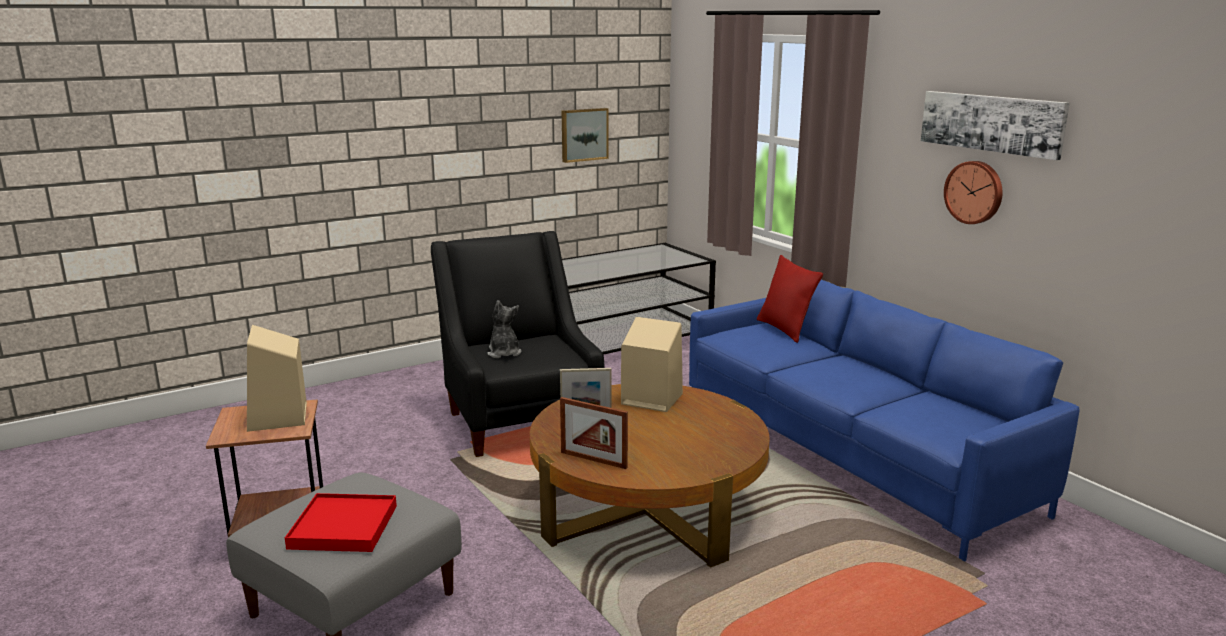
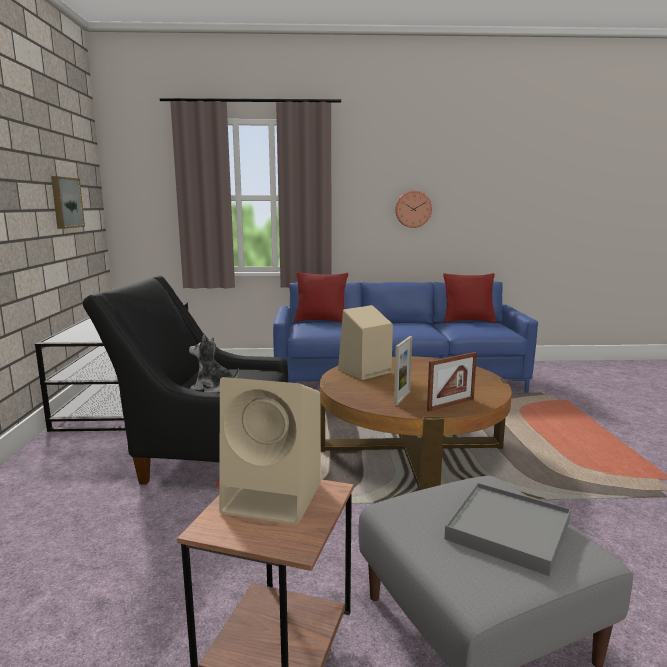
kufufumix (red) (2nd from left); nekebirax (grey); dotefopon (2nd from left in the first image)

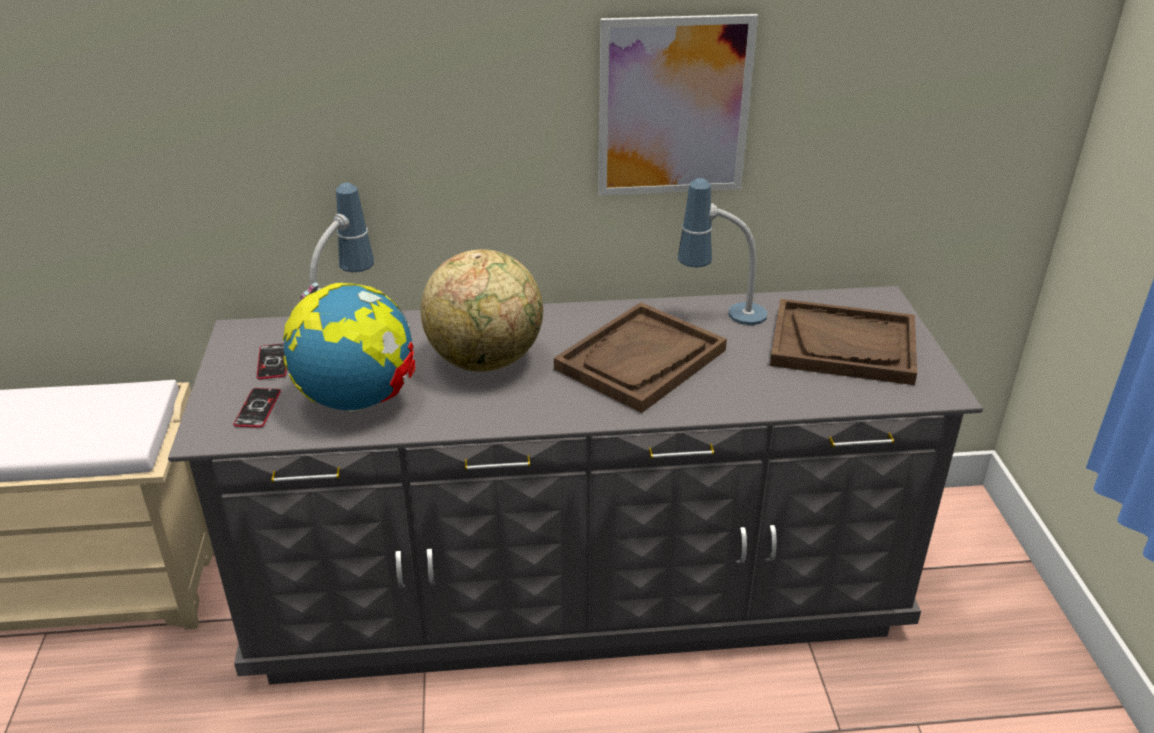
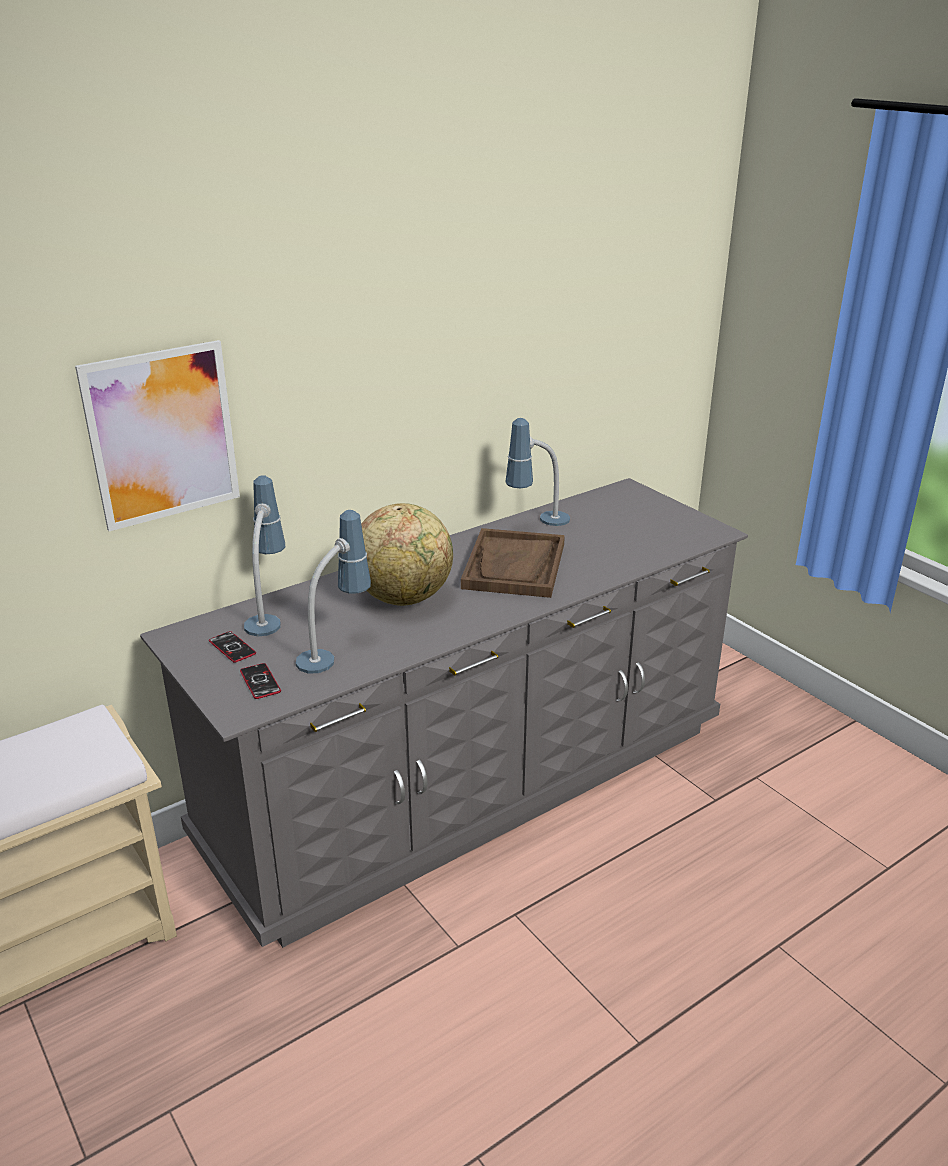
dotefopon; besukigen (2nd from left); nekebirax (brown) (2nd from left in the first image)

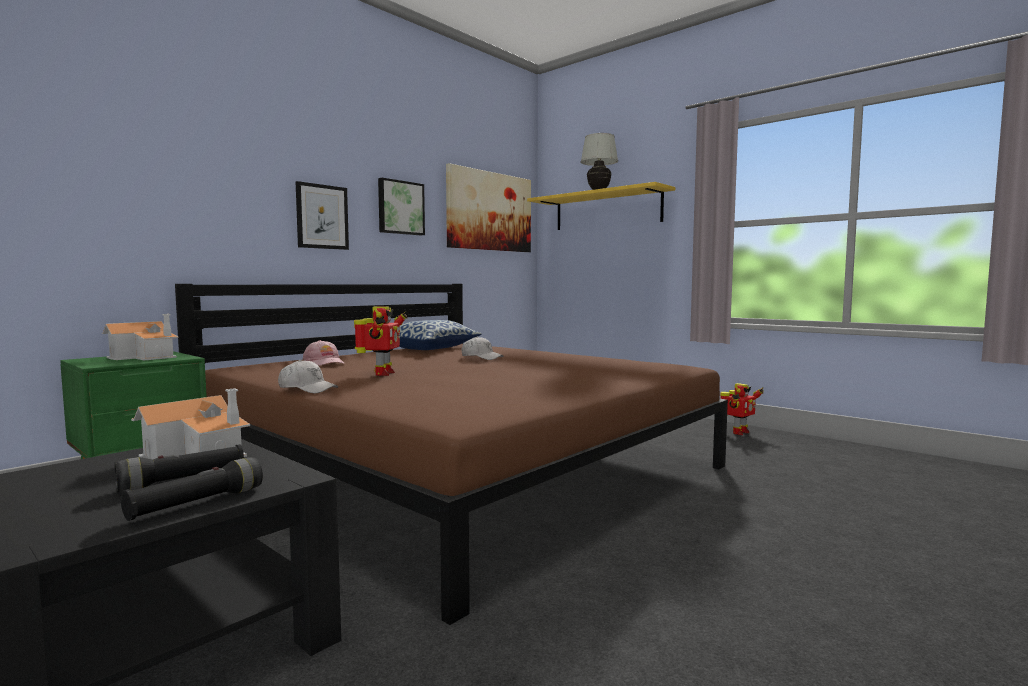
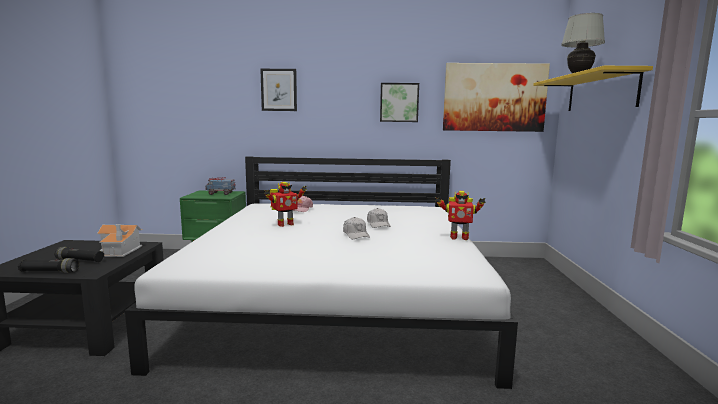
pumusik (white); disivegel; dotefopon (1st from left); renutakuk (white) (1st from left); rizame (2nd from left); kufufumix

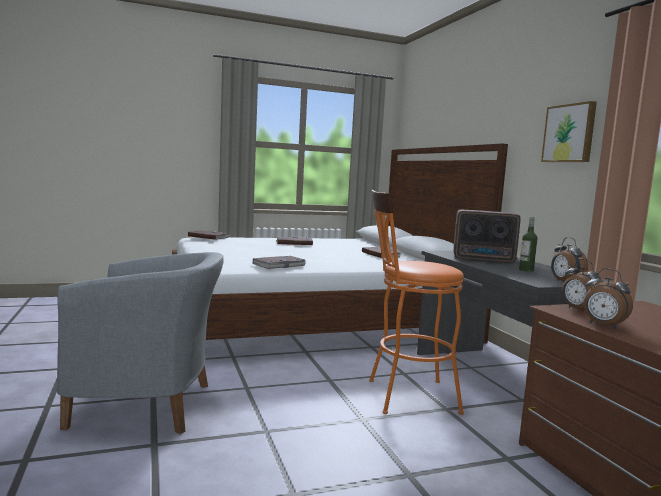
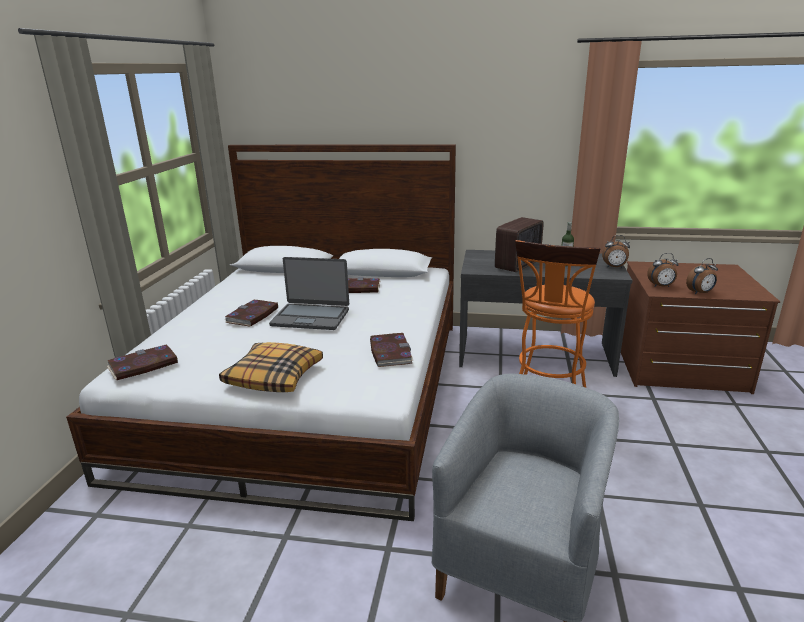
kufufumix; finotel; dotefopon

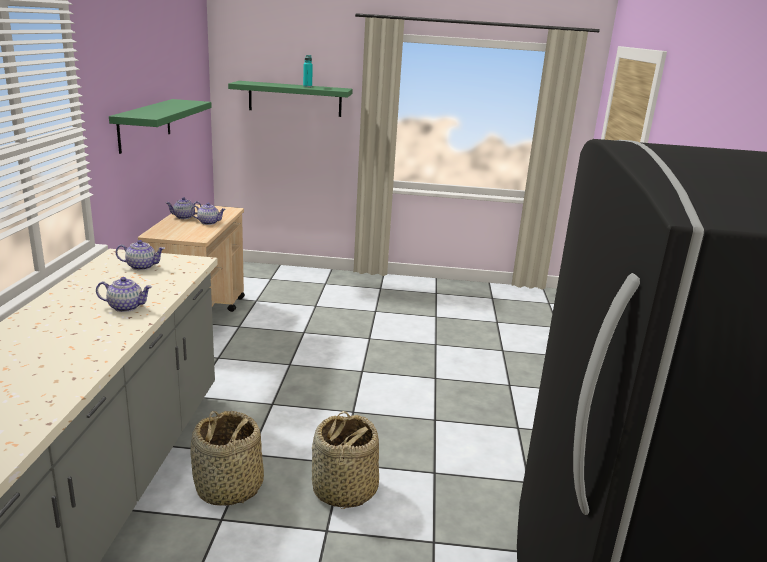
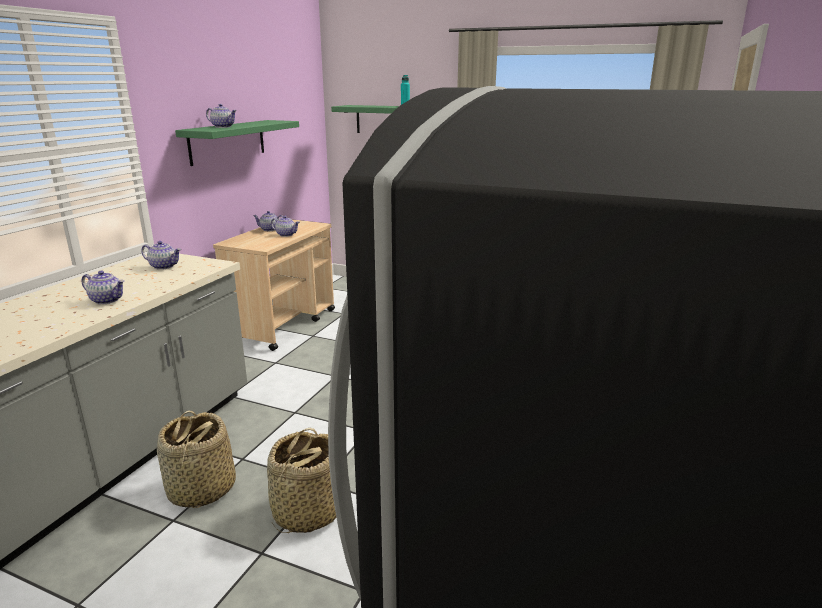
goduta (3rd from left)

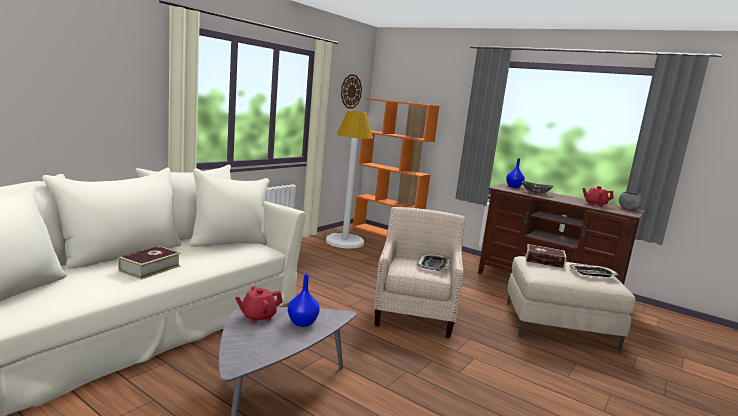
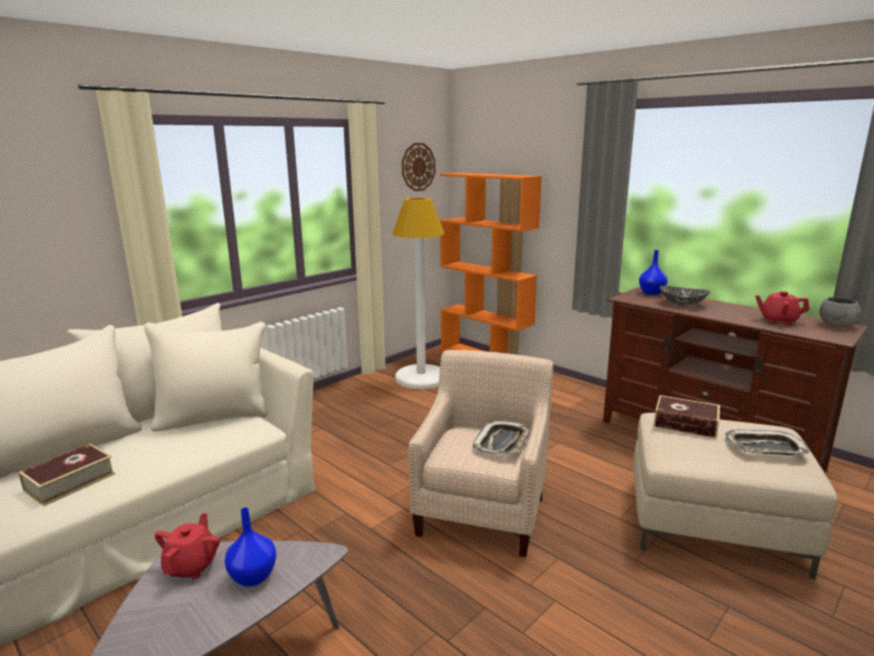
goduta (red) (1st from left)

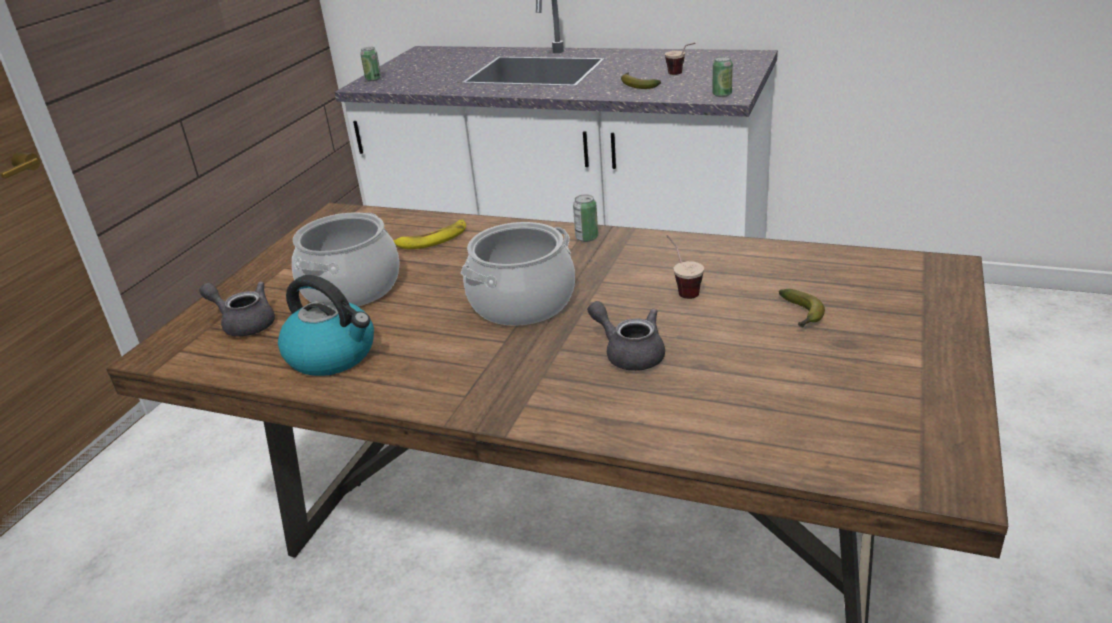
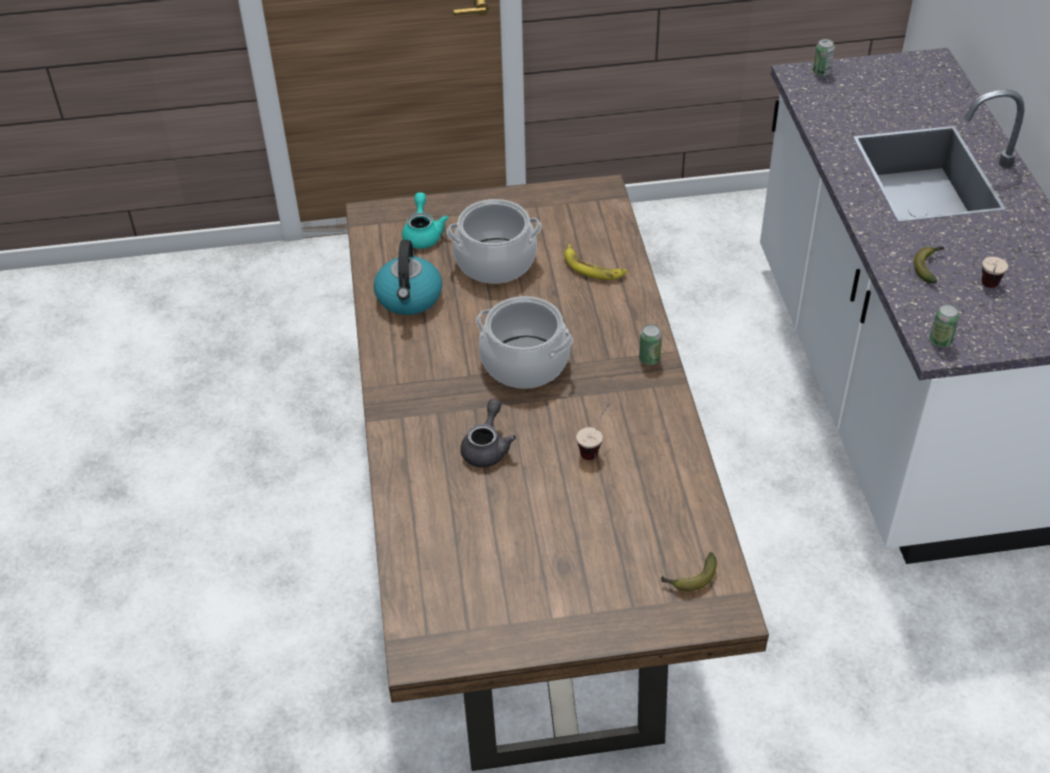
goduta (turquoise); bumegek (2nd from left)

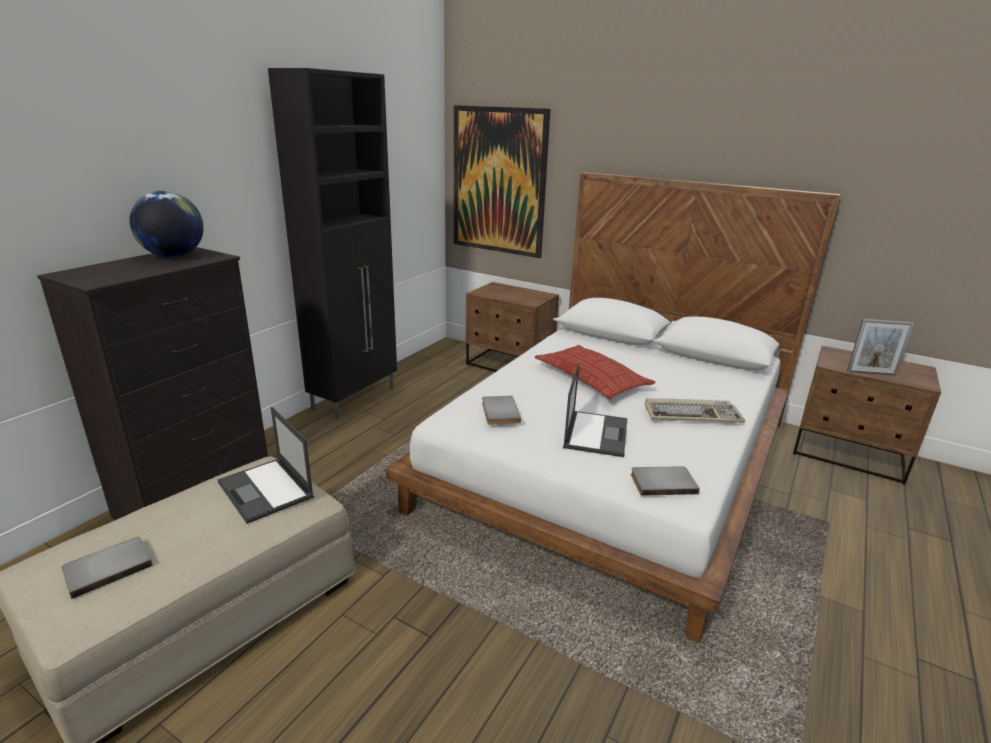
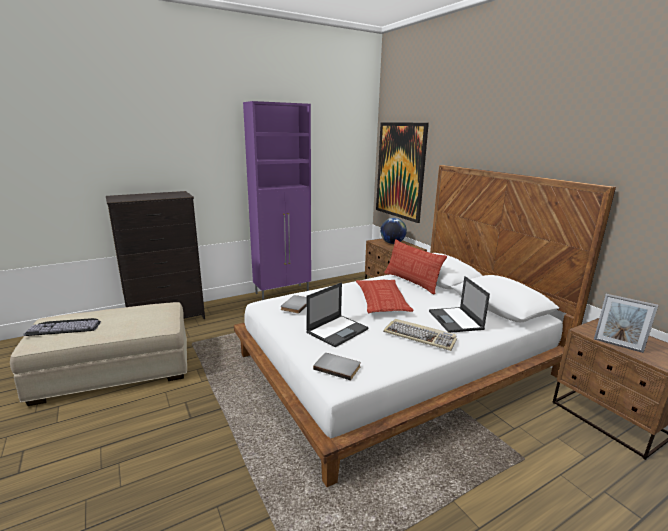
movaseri (1st from left); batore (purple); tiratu; kufufumix (2nd from left); finotel (2nd from left)

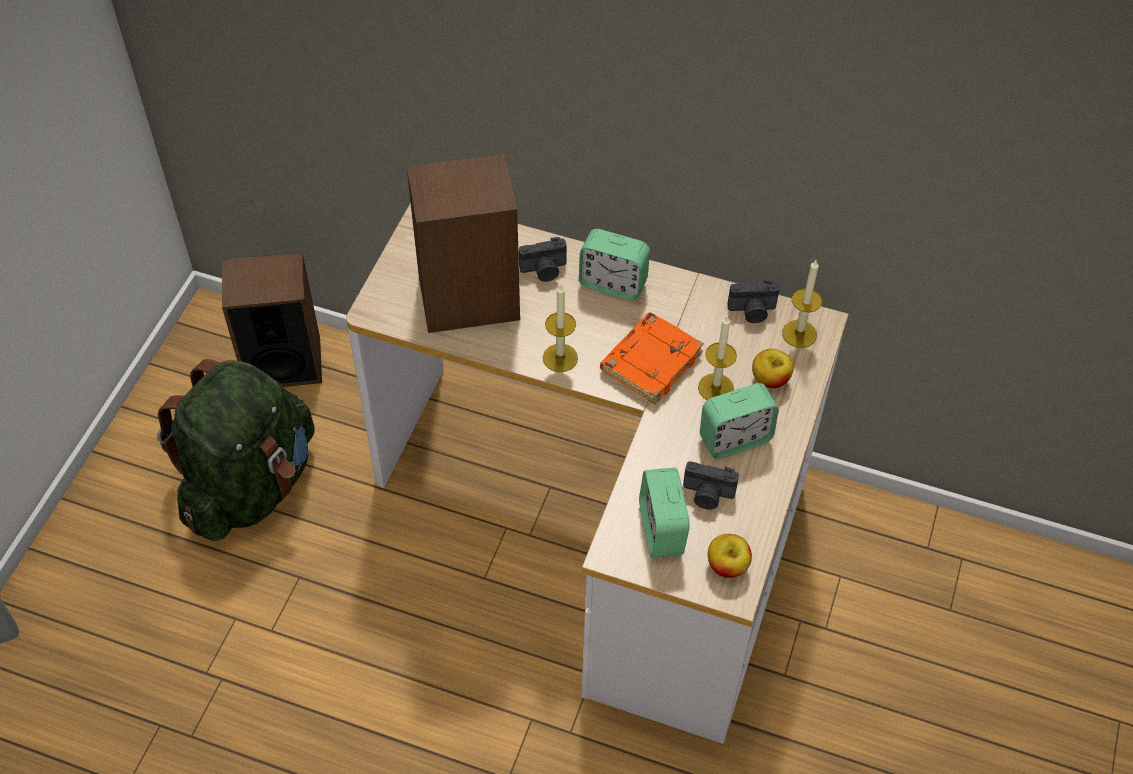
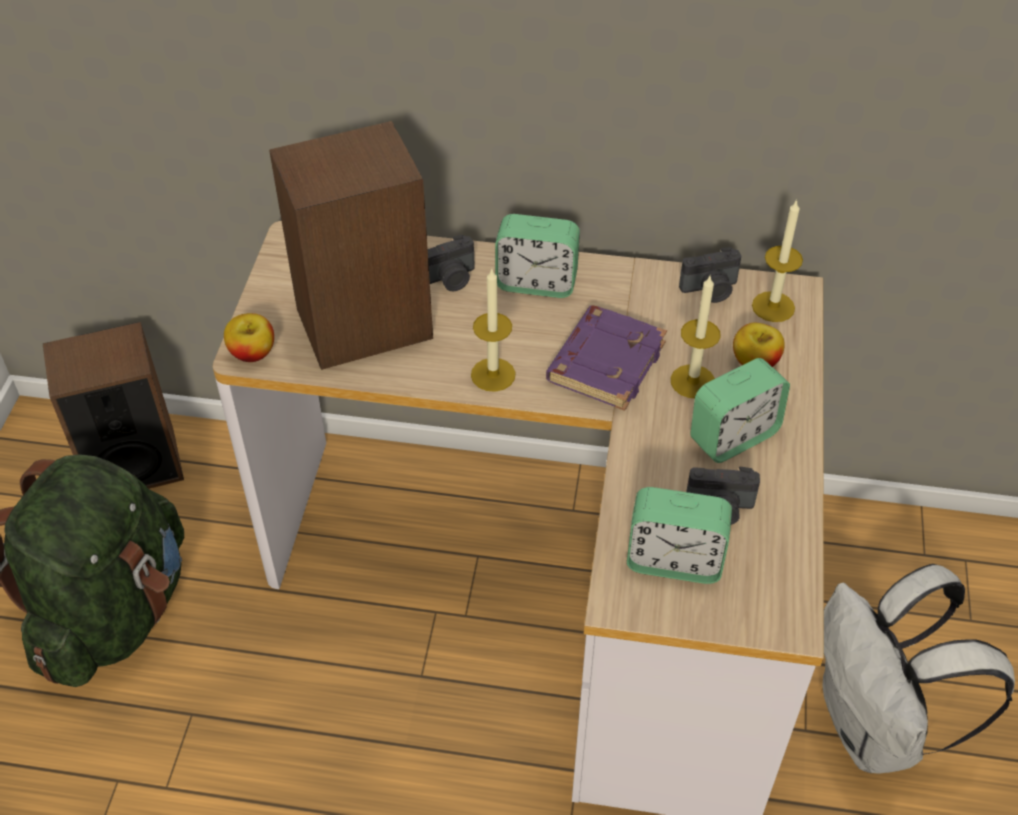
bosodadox (1st from left); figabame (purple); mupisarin (2nd from left); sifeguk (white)

